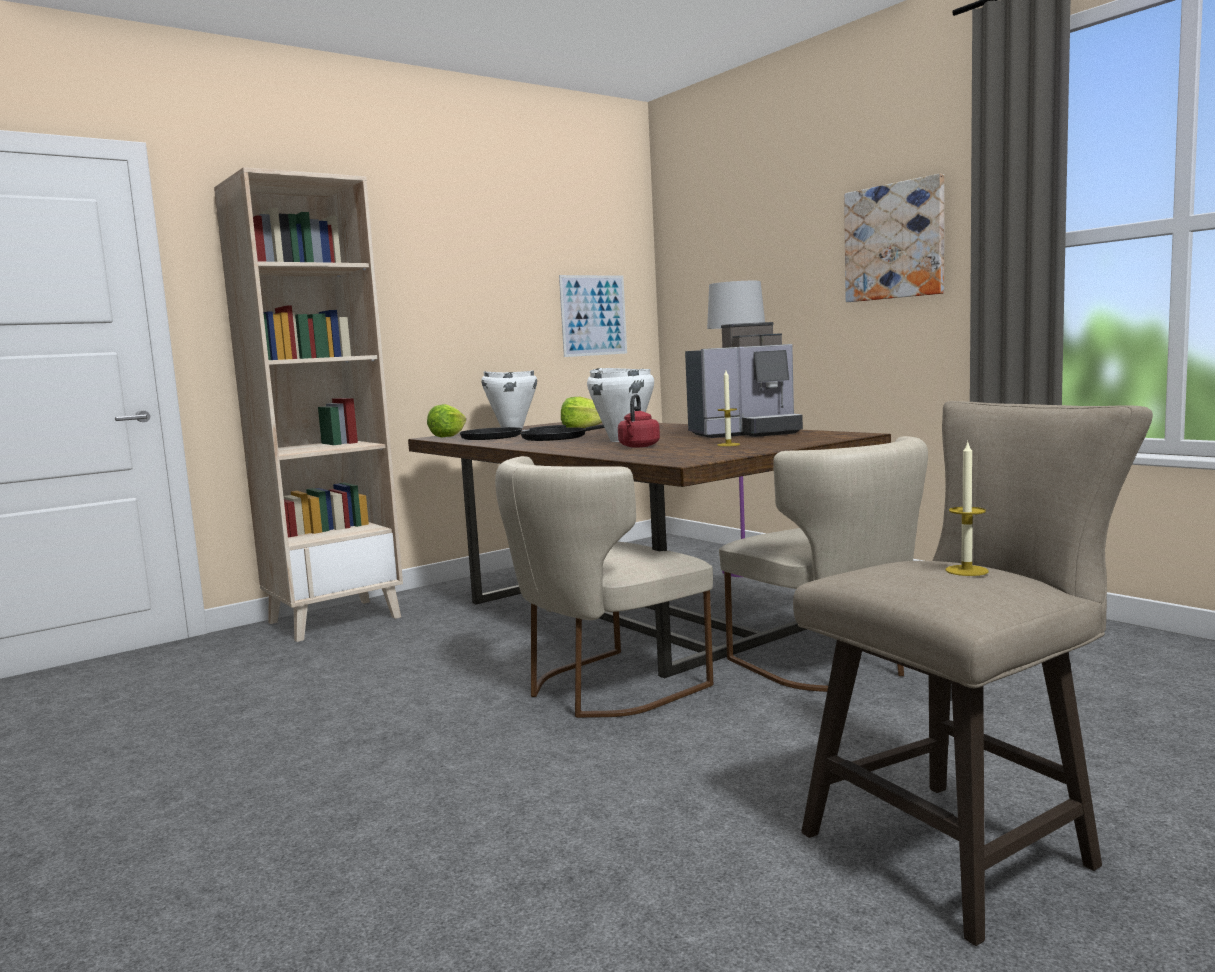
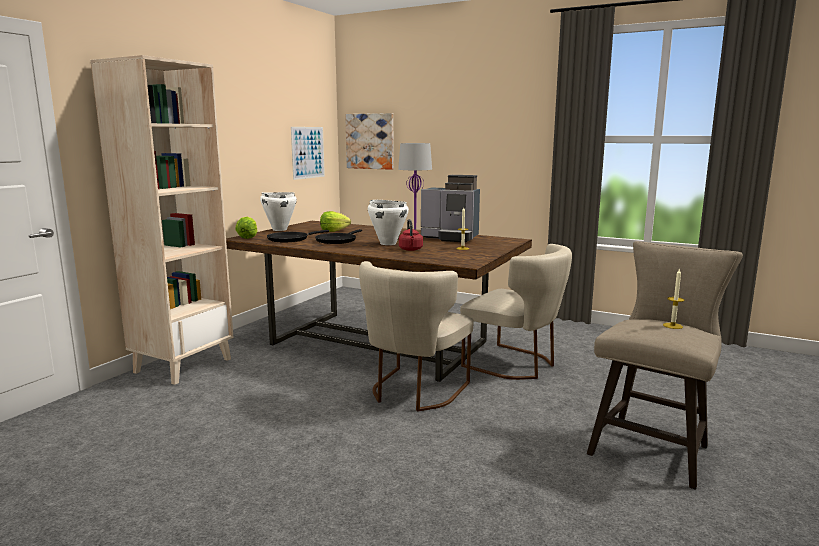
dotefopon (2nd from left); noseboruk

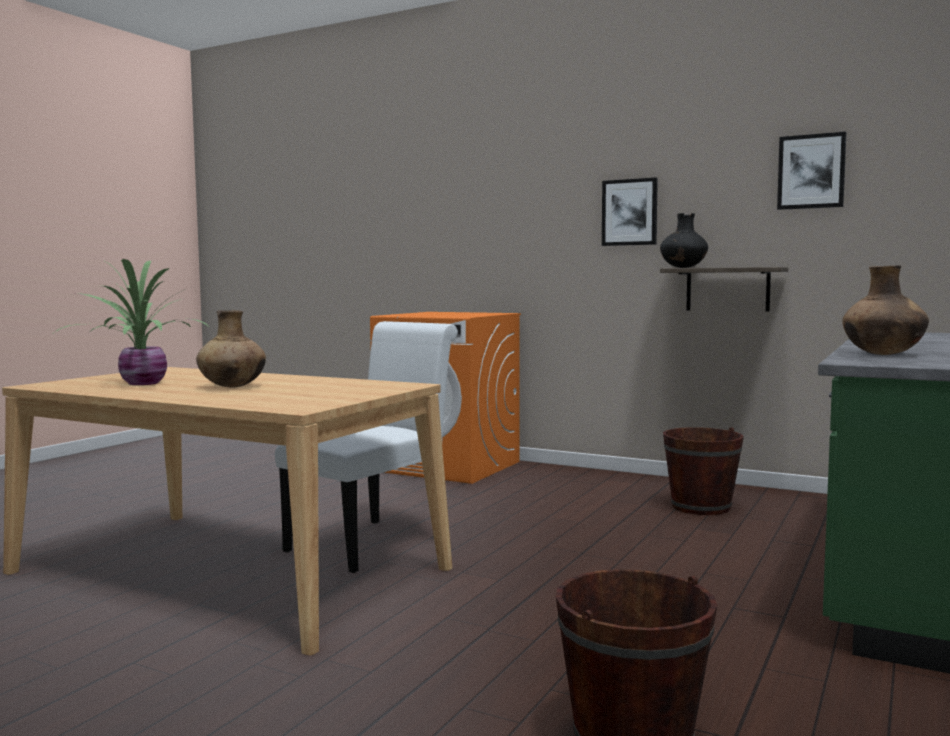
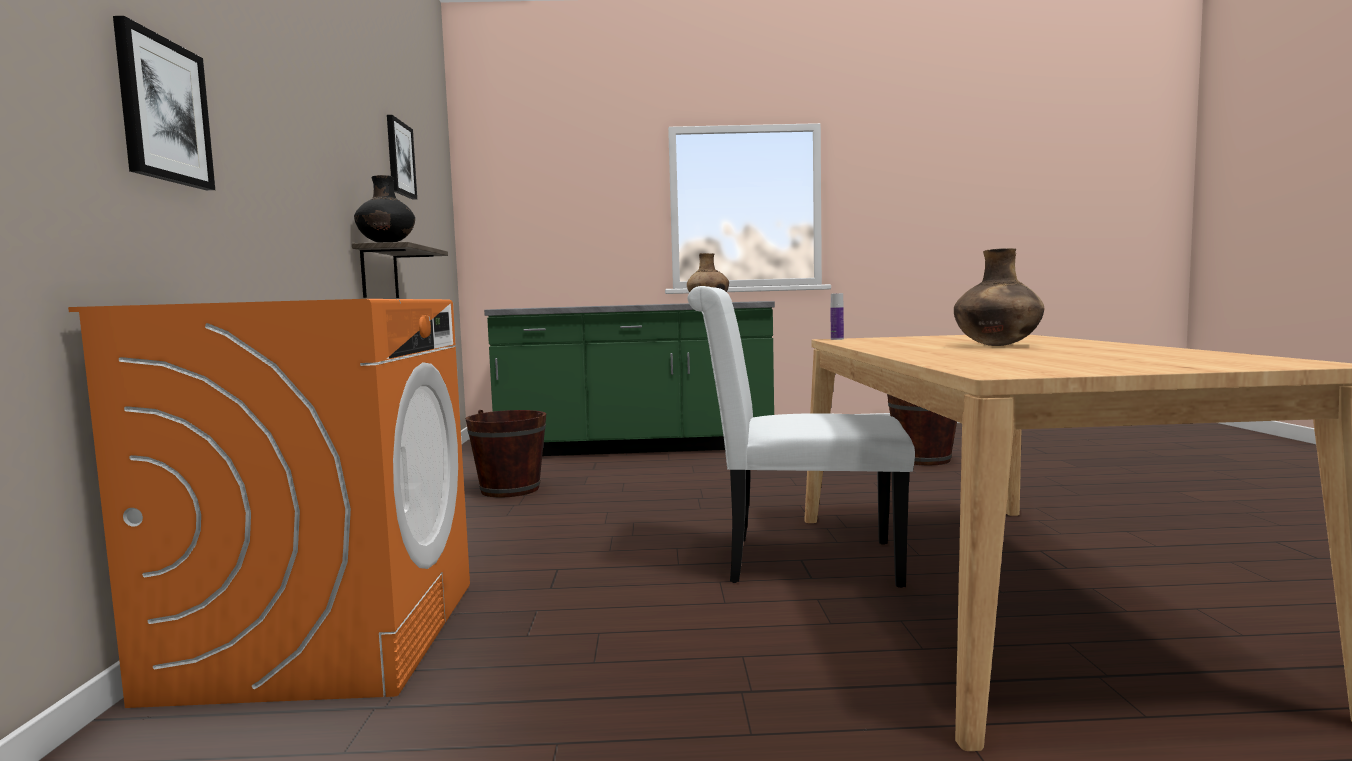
dotefopon (1st from left); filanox; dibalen

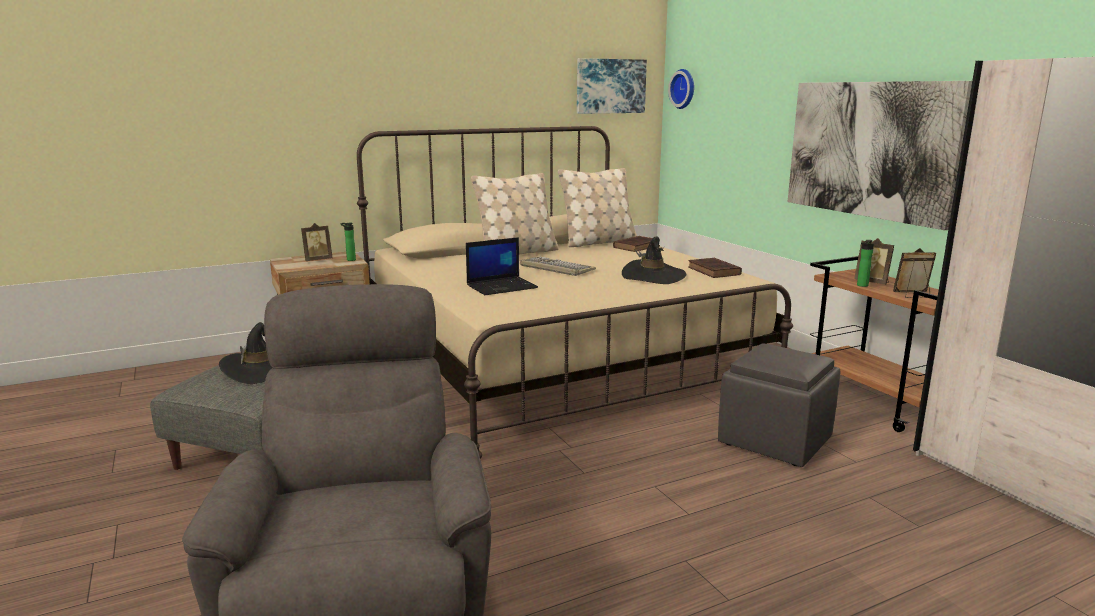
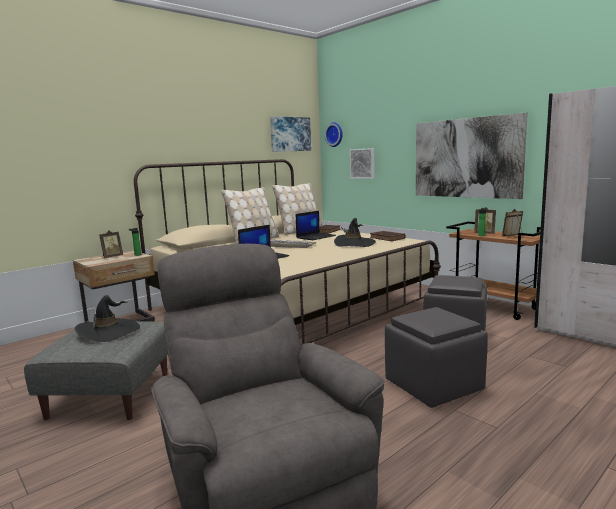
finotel (2nd from left); dotefopon (2nd from left); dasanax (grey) (2nd from left)

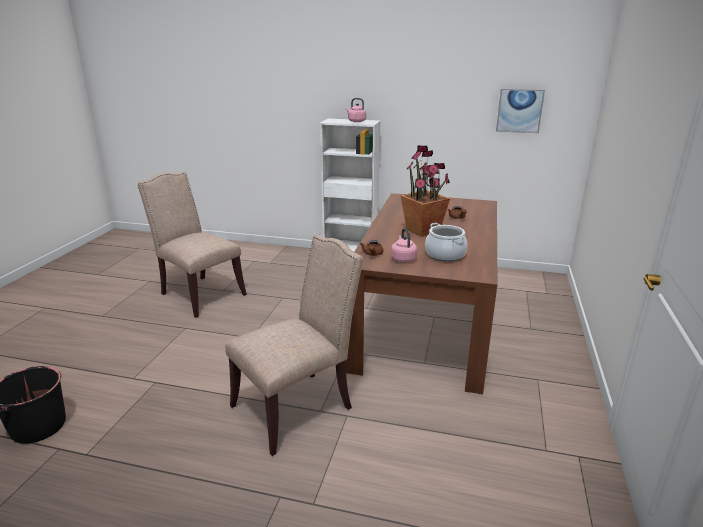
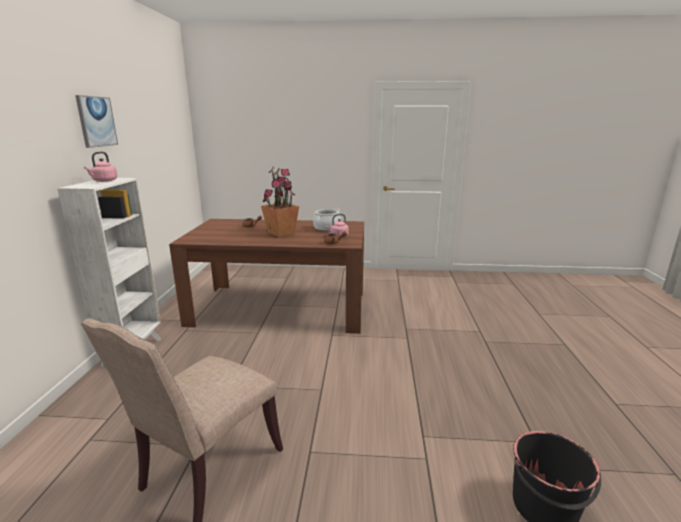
dotefopon; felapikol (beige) (2nd from left in the first image)

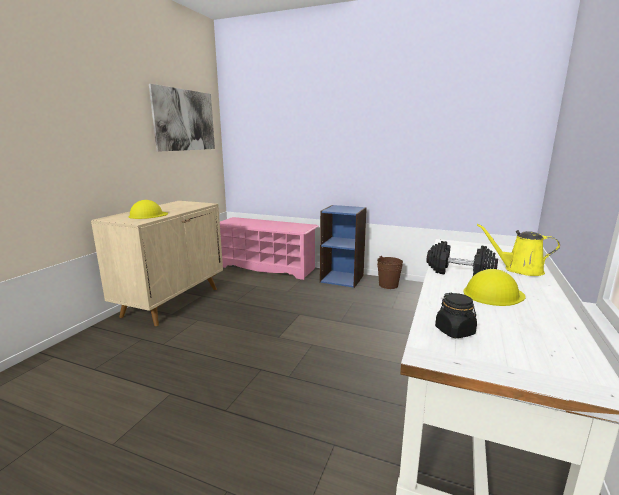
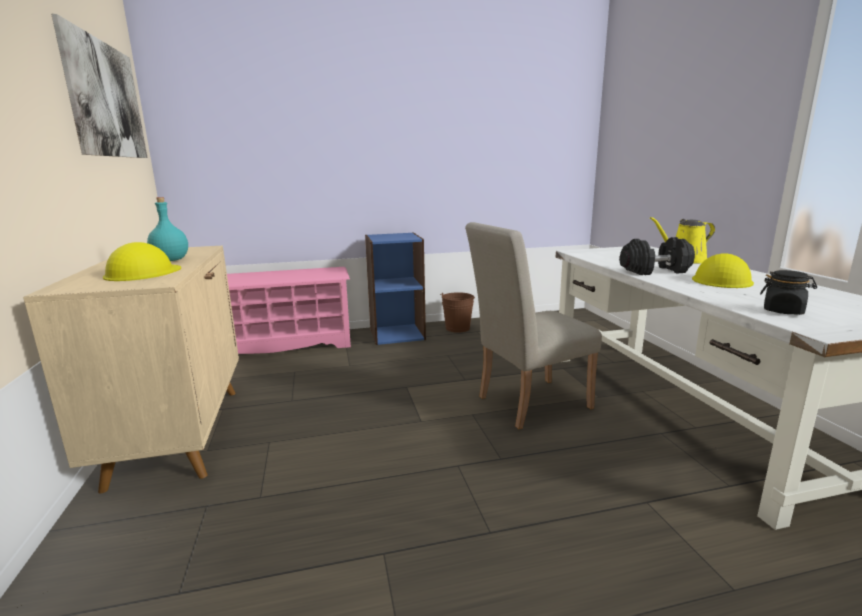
filanox (turquoise); felapikol (beige)

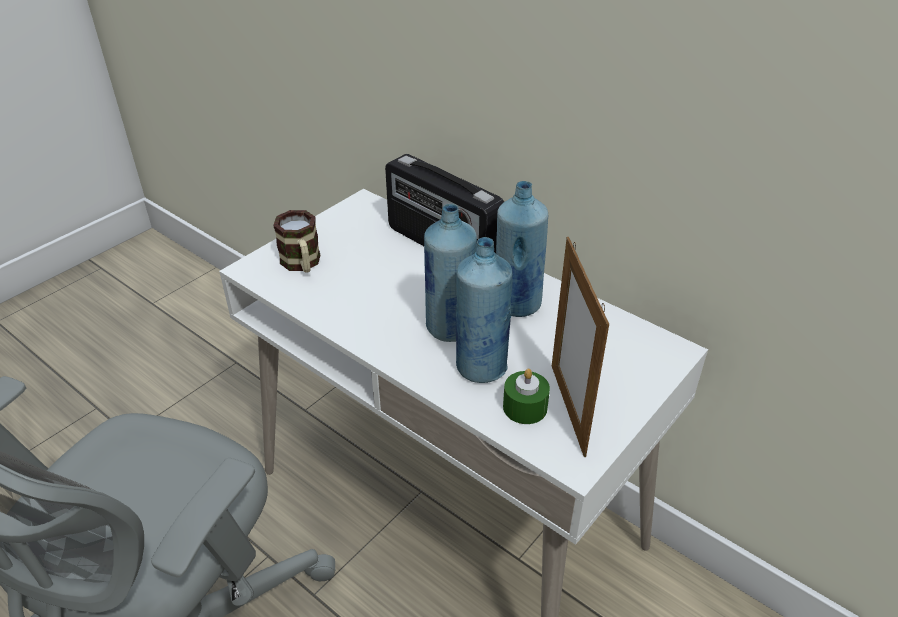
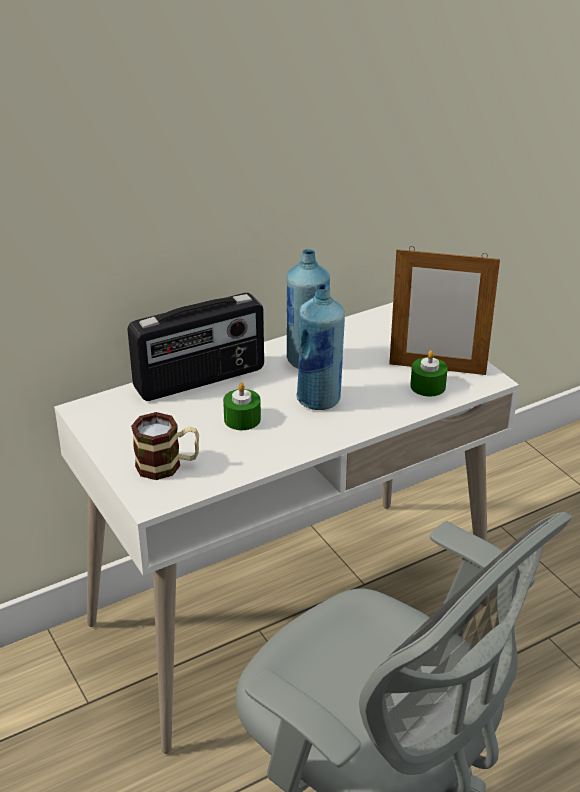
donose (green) (1st from left); filanox (blue) (2nd from left in the first image)

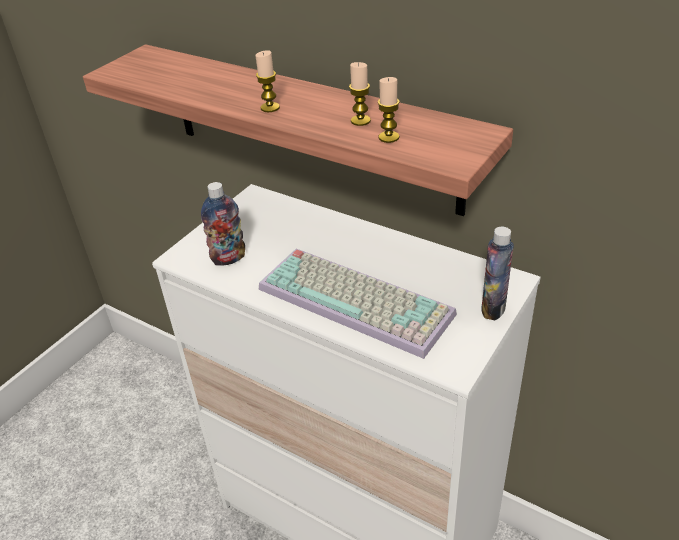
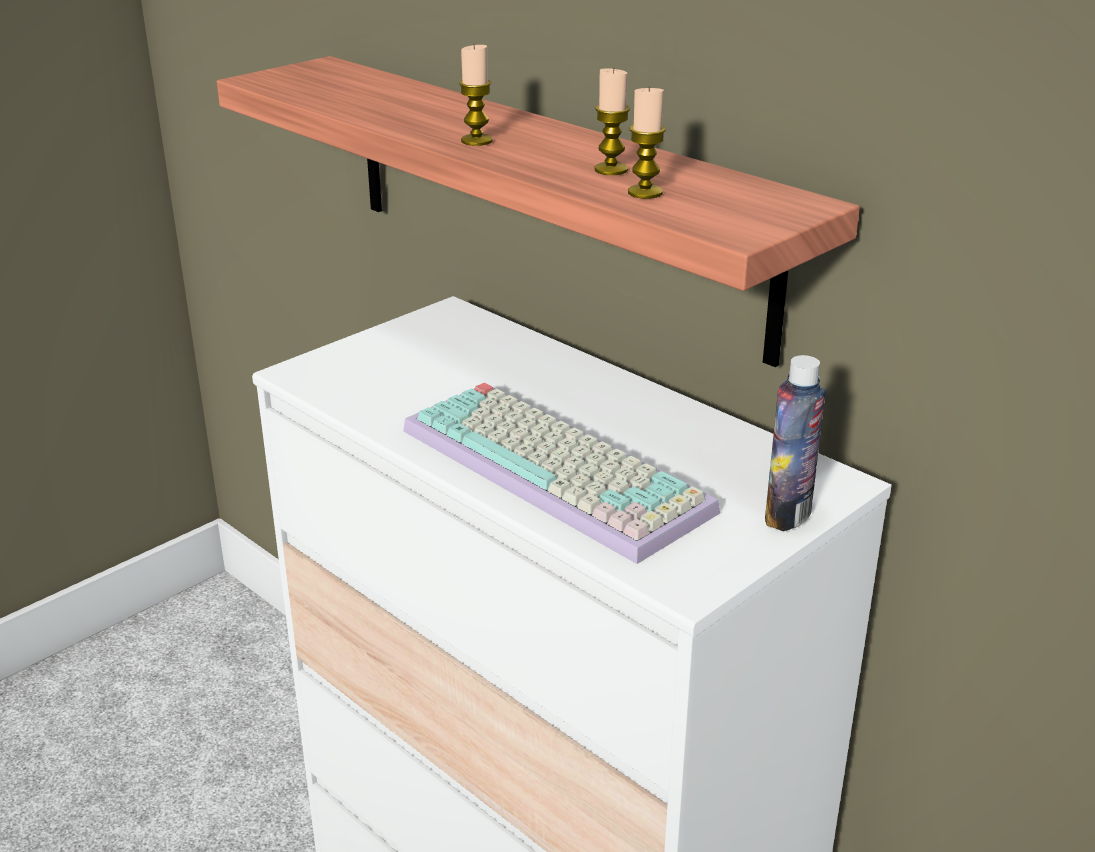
filanox (1st from left in the first image)

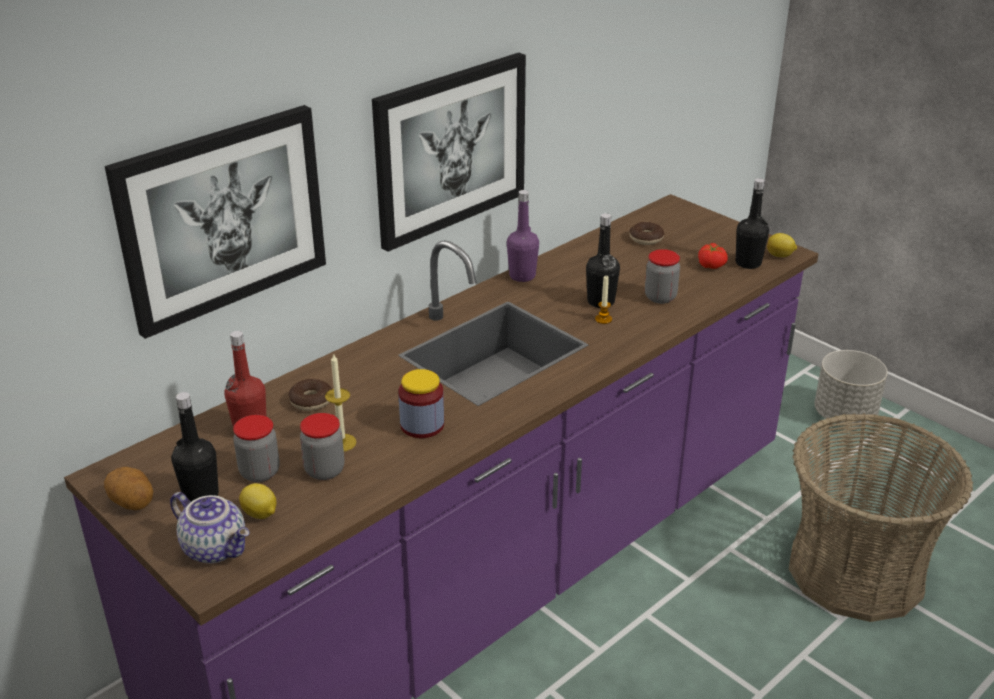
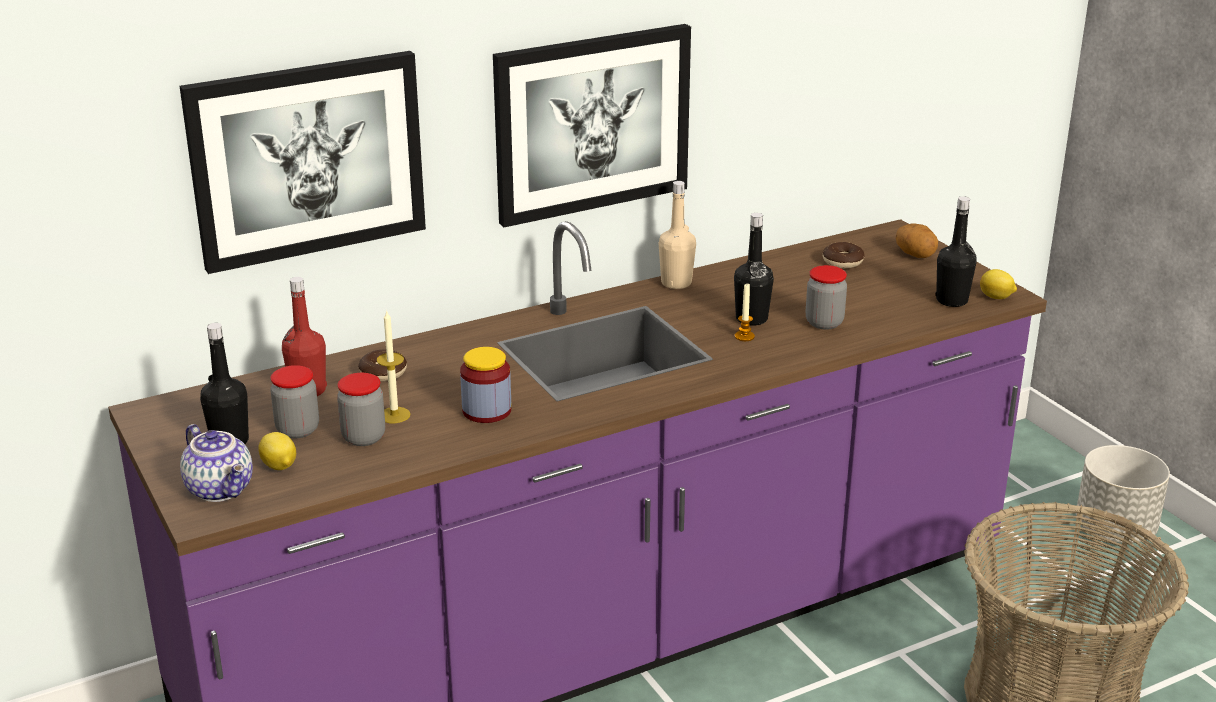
filanox (beige); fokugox; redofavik

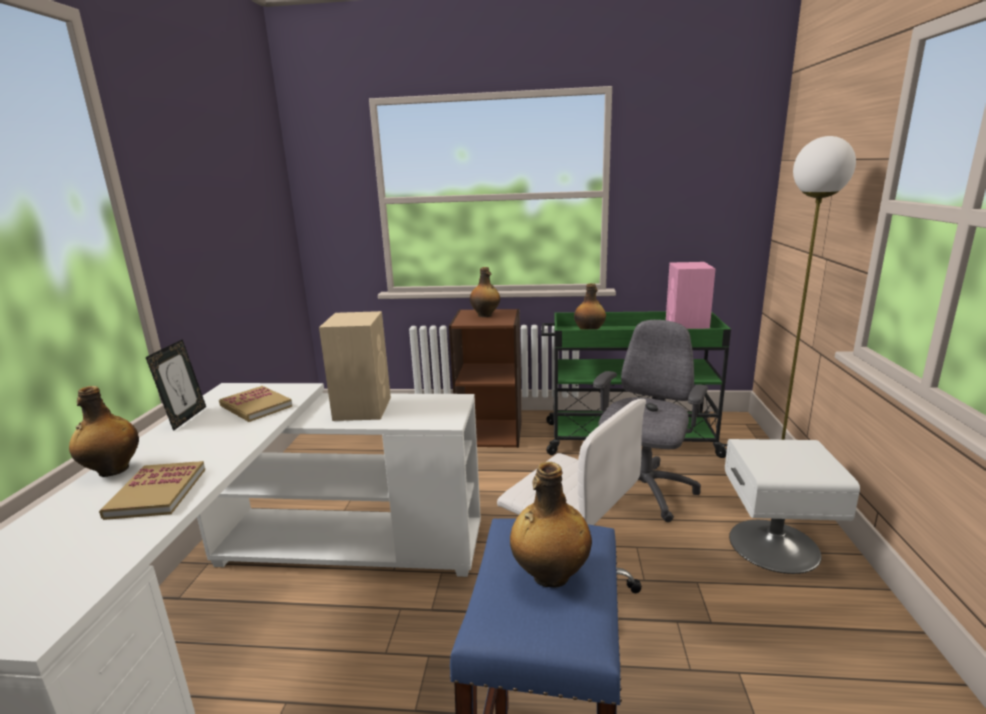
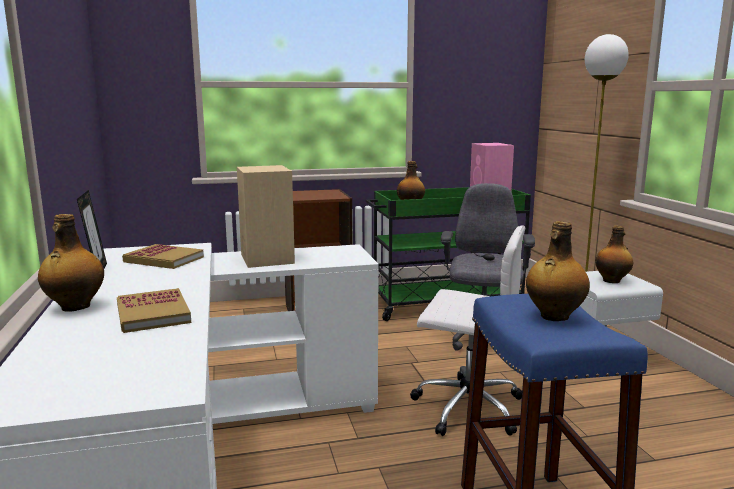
filanox (4th from left)

